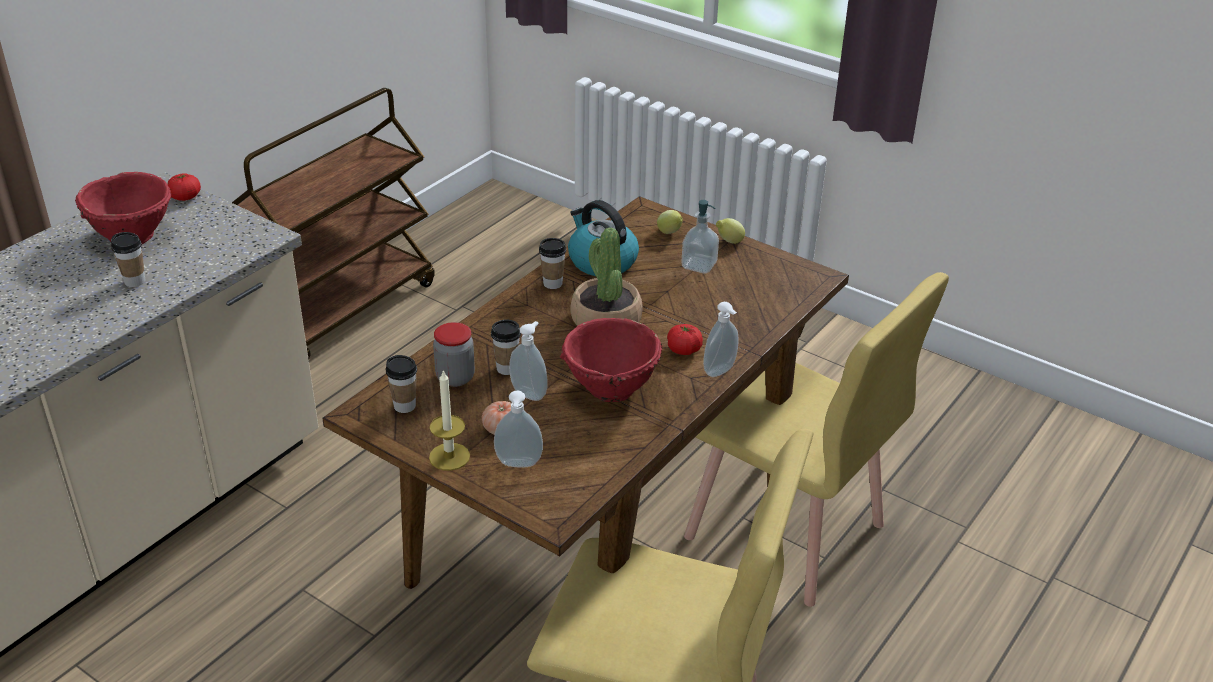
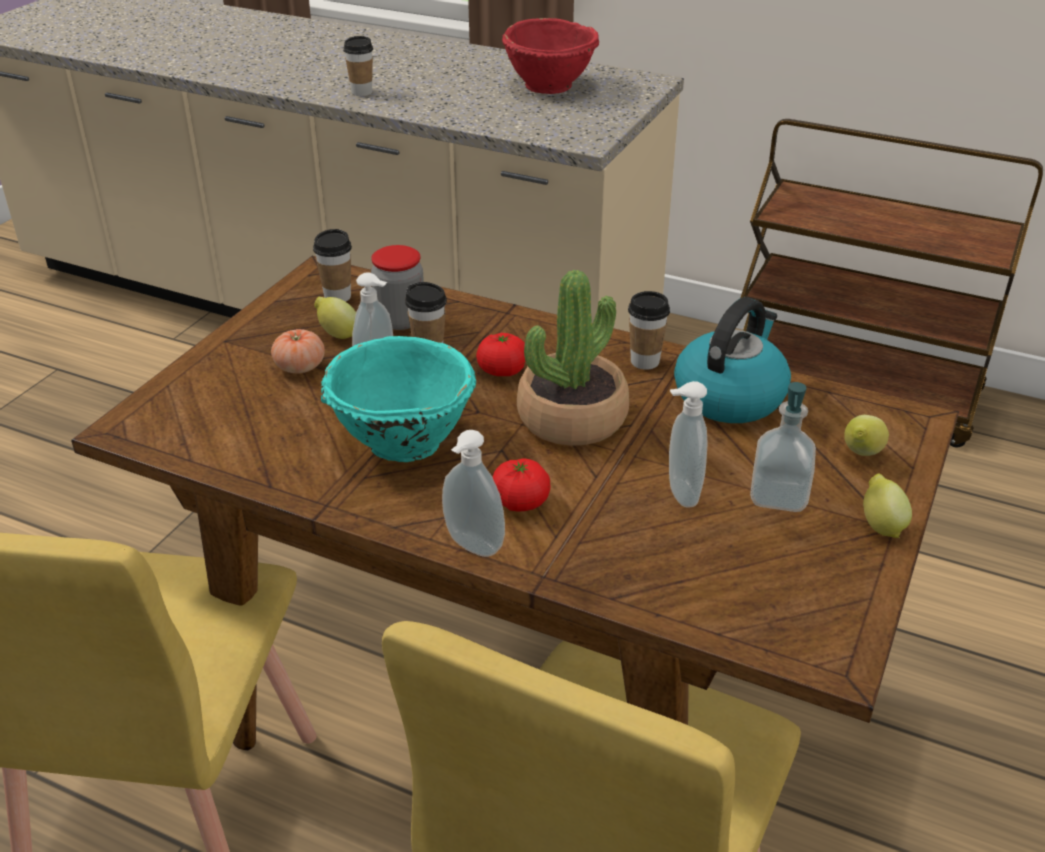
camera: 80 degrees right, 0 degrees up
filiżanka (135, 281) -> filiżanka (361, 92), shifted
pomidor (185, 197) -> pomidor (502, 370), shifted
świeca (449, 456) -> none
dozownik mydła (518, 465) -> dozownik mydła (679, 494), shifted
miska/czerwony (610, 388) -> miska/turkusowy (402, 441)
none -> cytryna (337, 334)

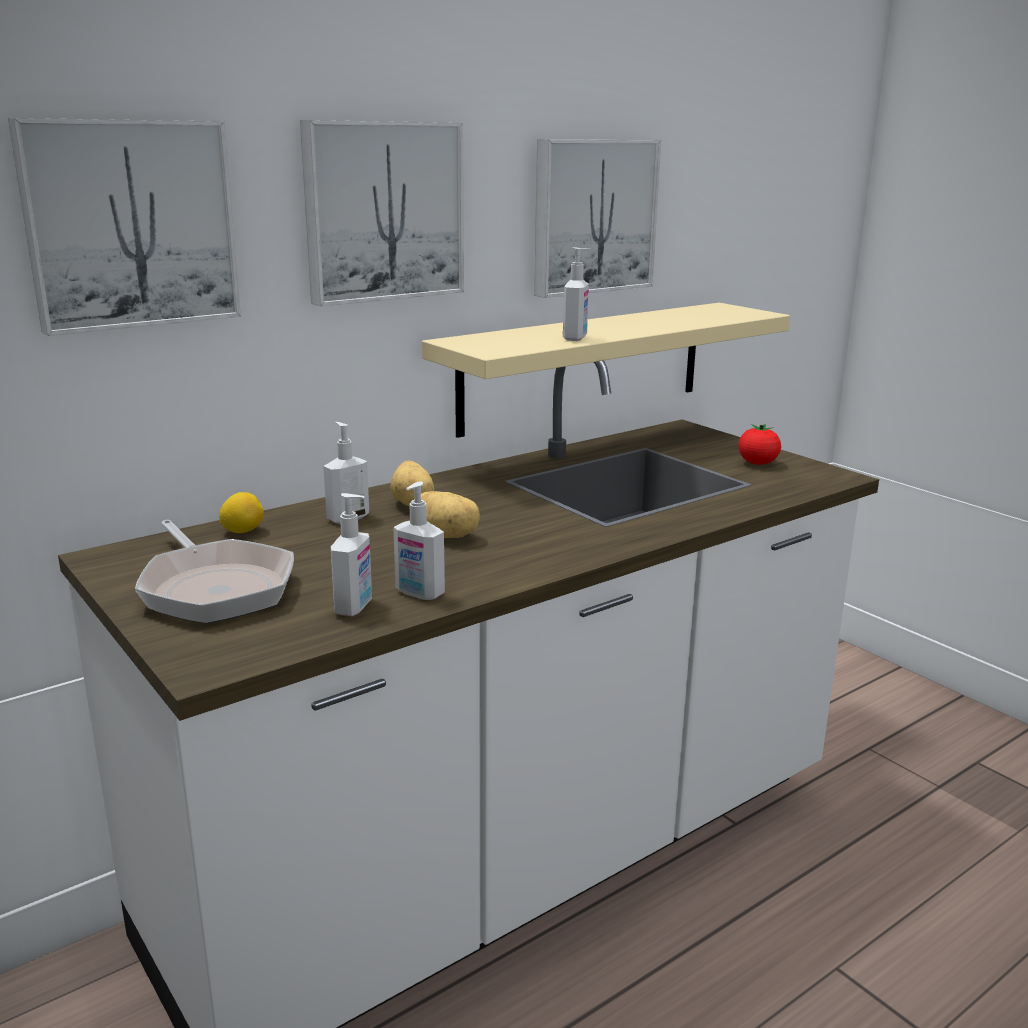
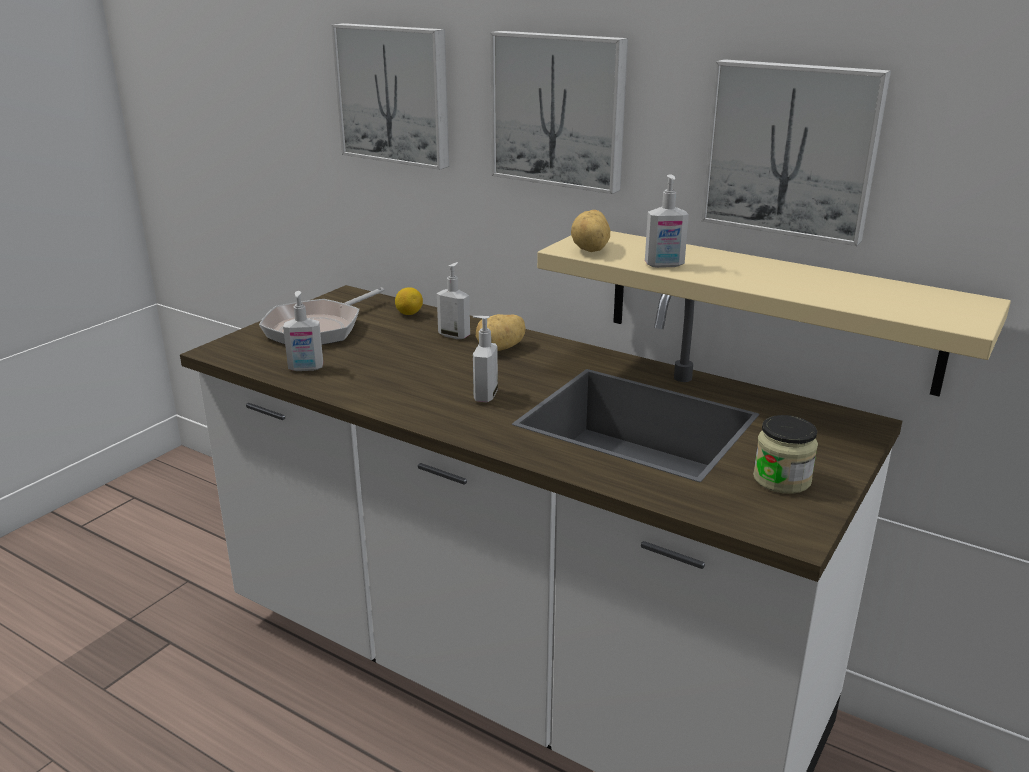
camera: 70 degrees right, 5 degrees up
dozownik mydła (419, 594) -> dozownik mydła (484, 396), shifted
ziemniak (446, 535) -> ziemniak (591, 249), shifted
pomidor (757, 463) -> słoik (782, 479)

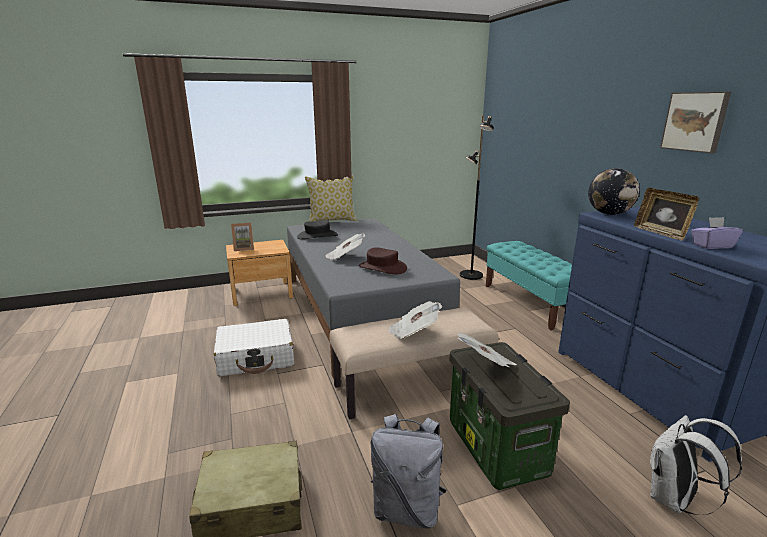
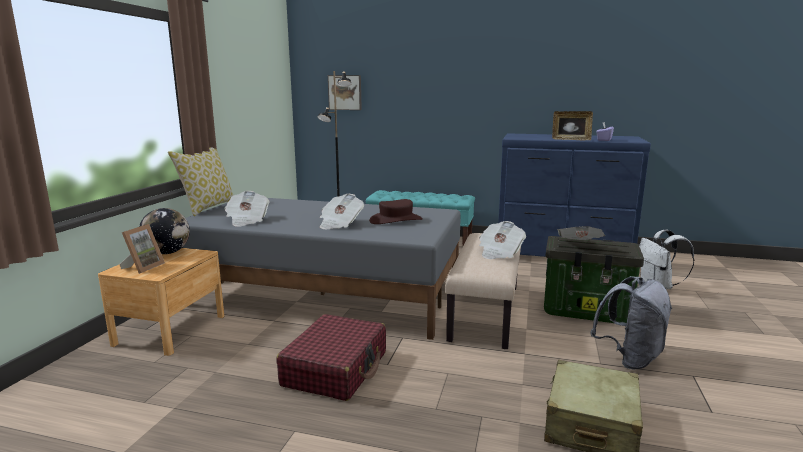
camera: 55 degrees left, 5 degrees down
walizka/biały (256, 357) -> walizka/czerwony (336, 369)
kapelusz/czarny (317, 236) -> gazeta (247, 220)
globus (609, 214) -> globus (167, 253), shifted
obraz (695, 121) -> obraz (345, 92), shifted

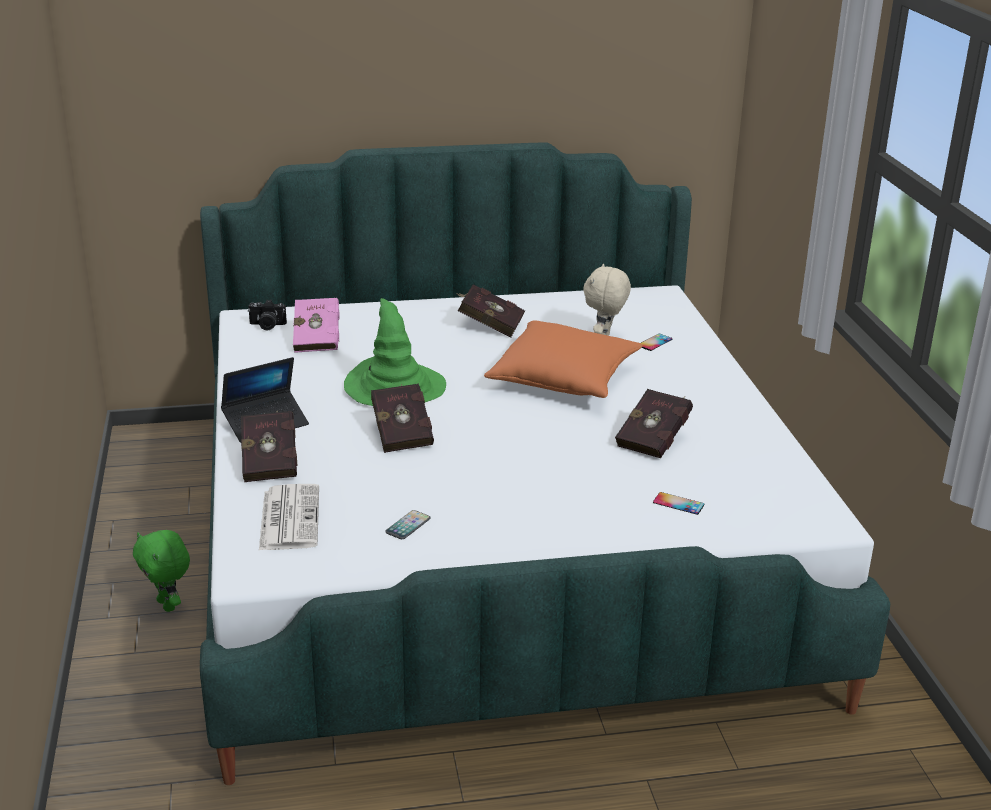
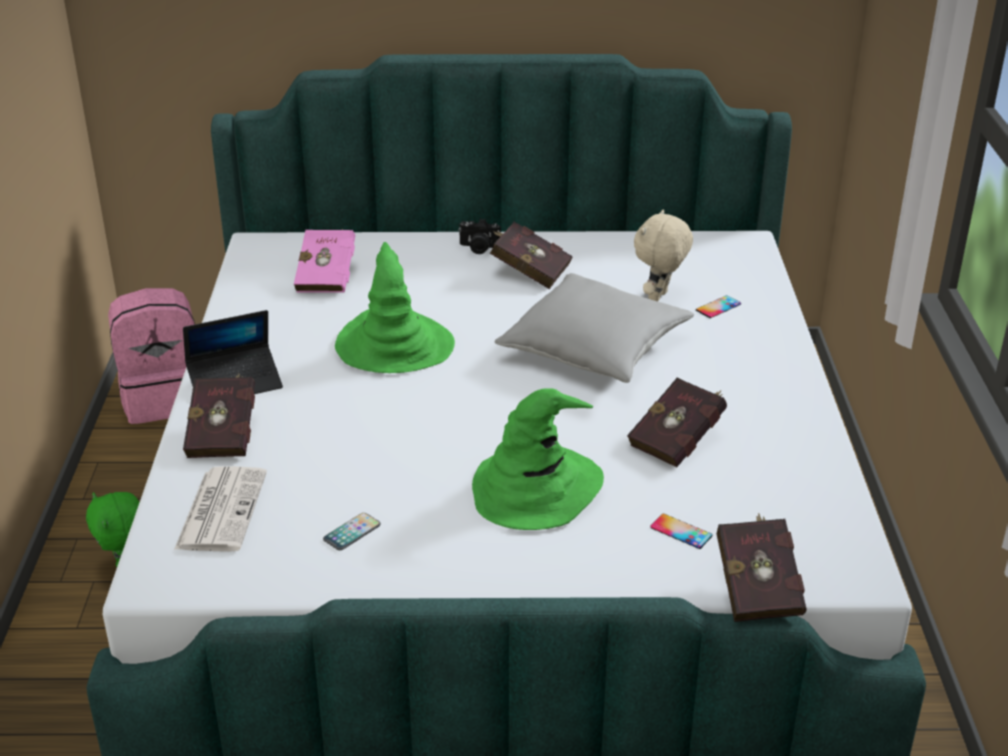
camera: 10 degrees right, 5 degrees up
aparat fotograficzny (267, 326) -> aparat fotograficzny (478, 248), shifted
książka/czerwony (402, 433) -> książka/czerwony (757, 587), shifted
poduszka/pomarańczowy (564, 379) -> poduszka/szary (595, 349)
none -> plecak/różowy (164, 399)
none -> kapelusz/zielony (536, 489)

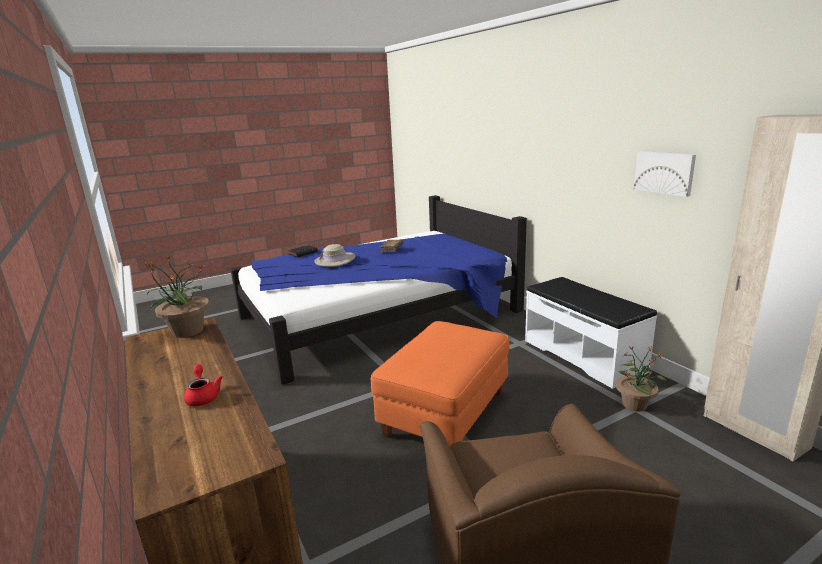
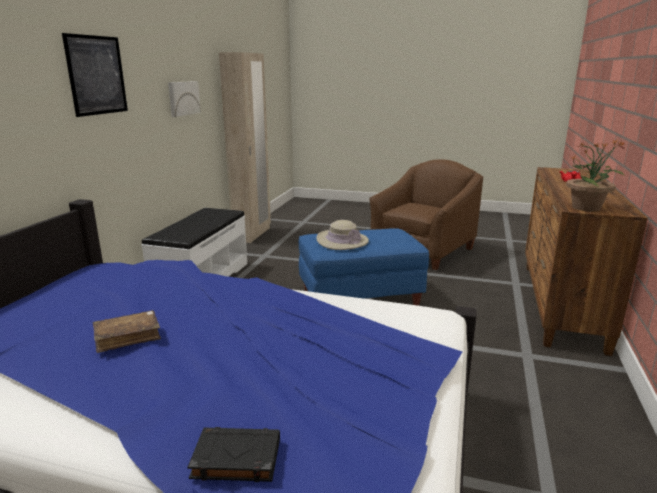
camera: 135 degrees left, 0 degrees up
kapelusz/beżowy (335, 260) -> kapelusz/beżowy (342, 241), shifted
pufa/pomarańczowy (446, 414) -> pufa/niebieski (359, 297)
roślina doniczkowa (635, 404) -> none
none -> obraz (96, 75)

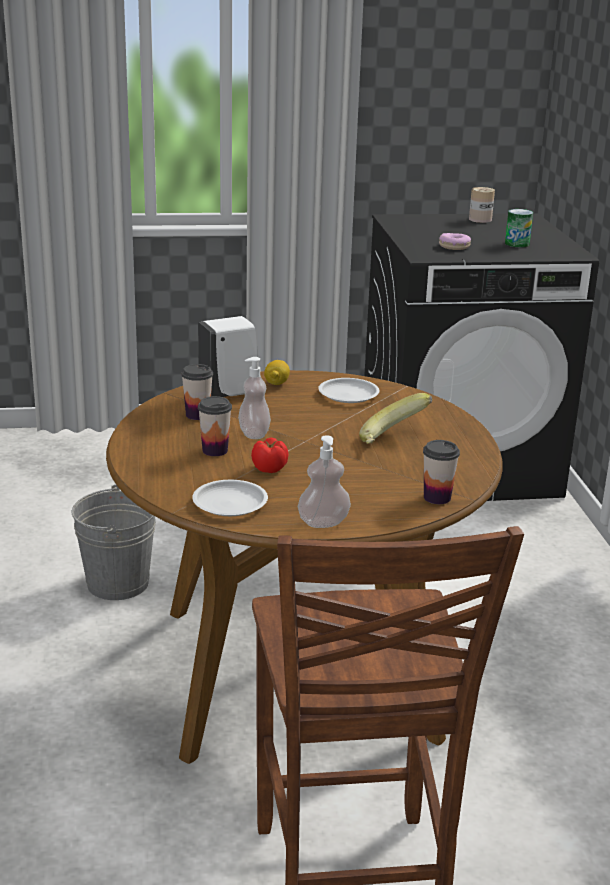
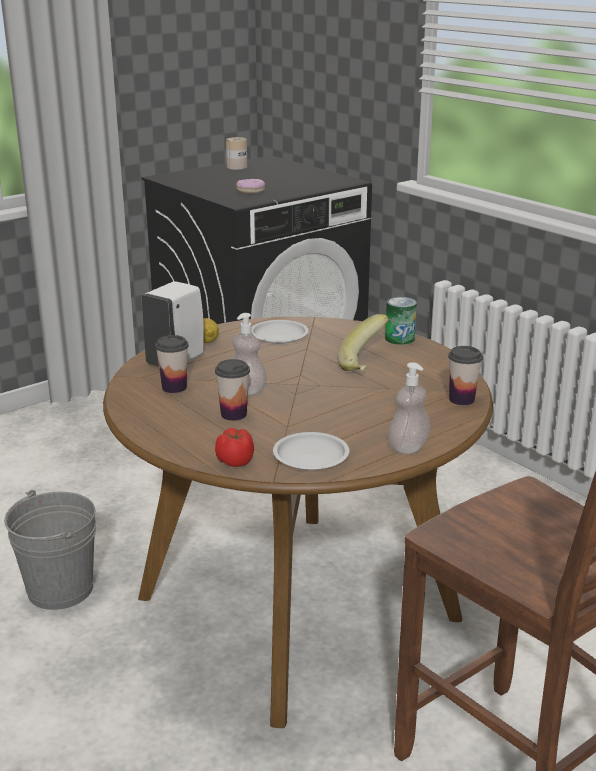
camera: 30 degrees left, 0 degrees up
pomidor (270, 468) -> pomidor (236, 461), shifted
puszka (517, 244) -> puszka (399, 338), shifted

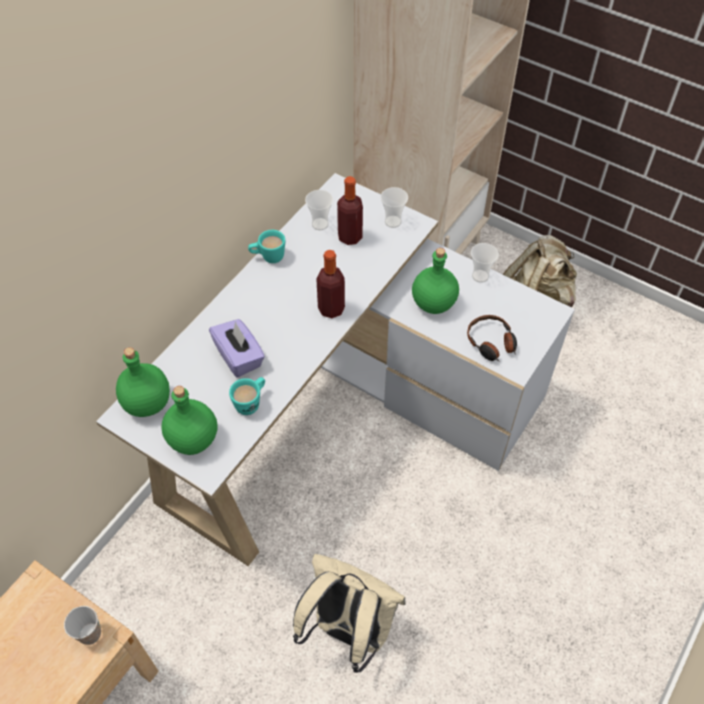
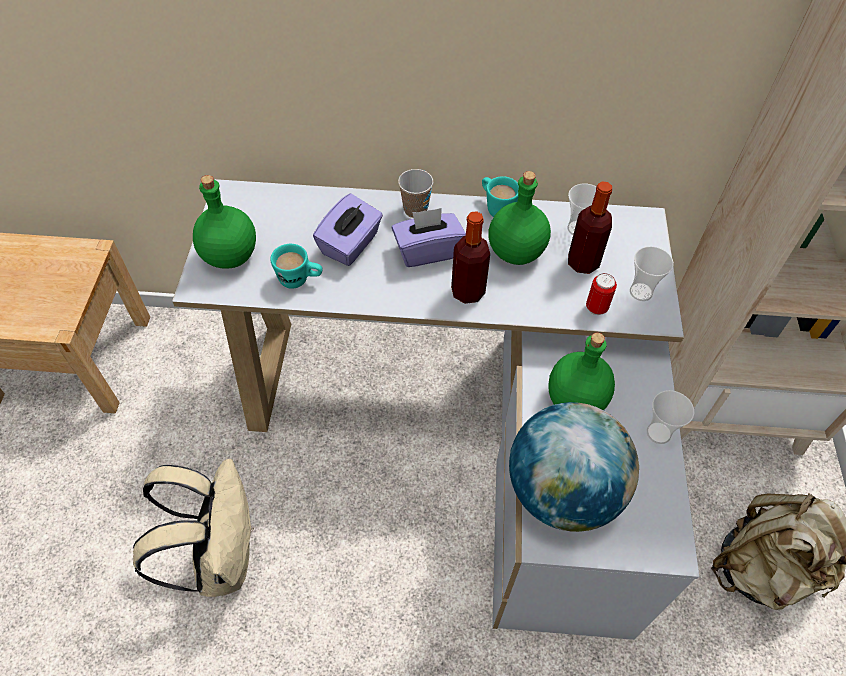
camera: 60 degrees right, 0 degrees up
filiżanka (90, 634) -> filiżanka (415, 210), shifted
butelka/zielony (147, 402) -> butelka/zielony (517, 252), shifted
słuchawki (491, 343) -> globus (562, 492)
none -> pudełko chusteczek/fioletowy (427, 251)
none -> puszka (596, 308)

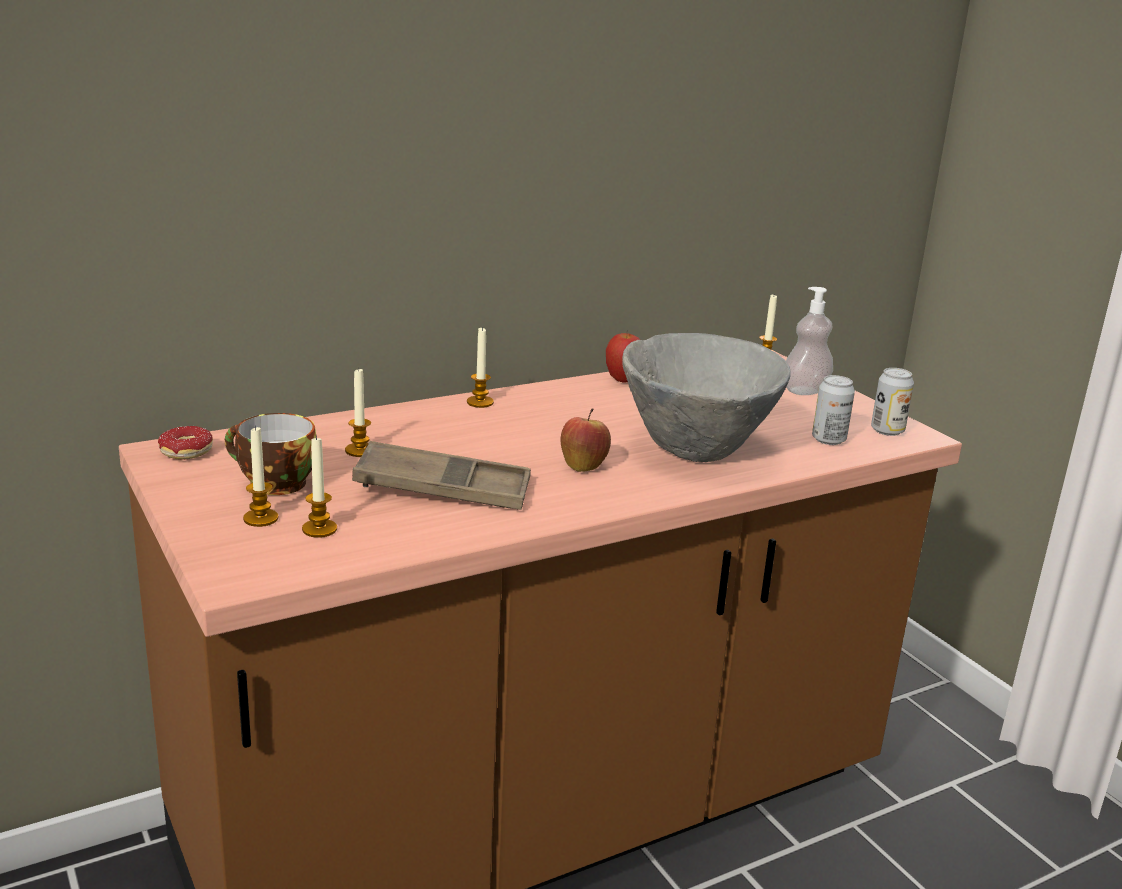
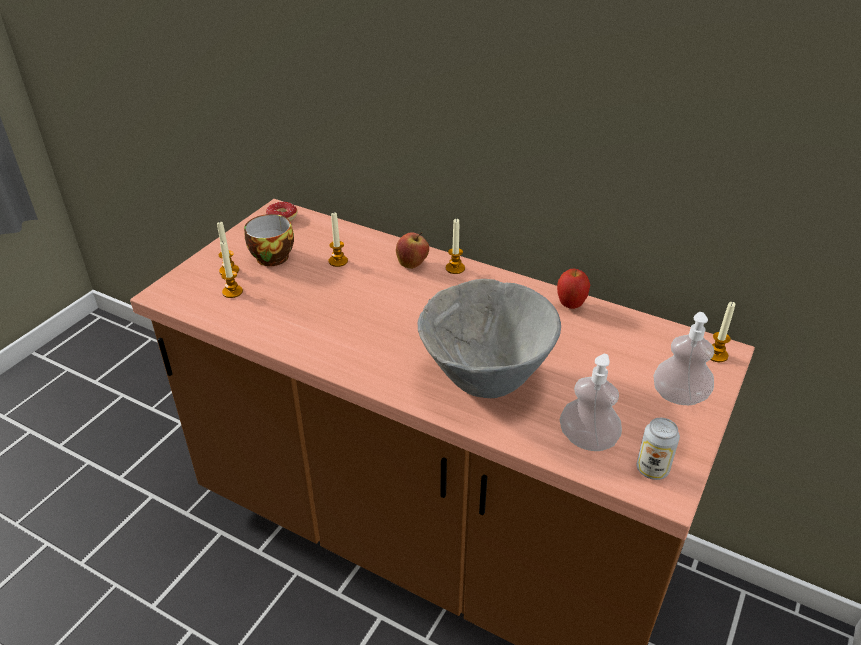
camera: 60 degrees right, 15 degrees up
taca/brązowy (443, 489) -> none
jabłko (583, 466) -> jabłko (412, 264), shifted
puszka (828, 440) -> dozownik mydła (587, 440)

